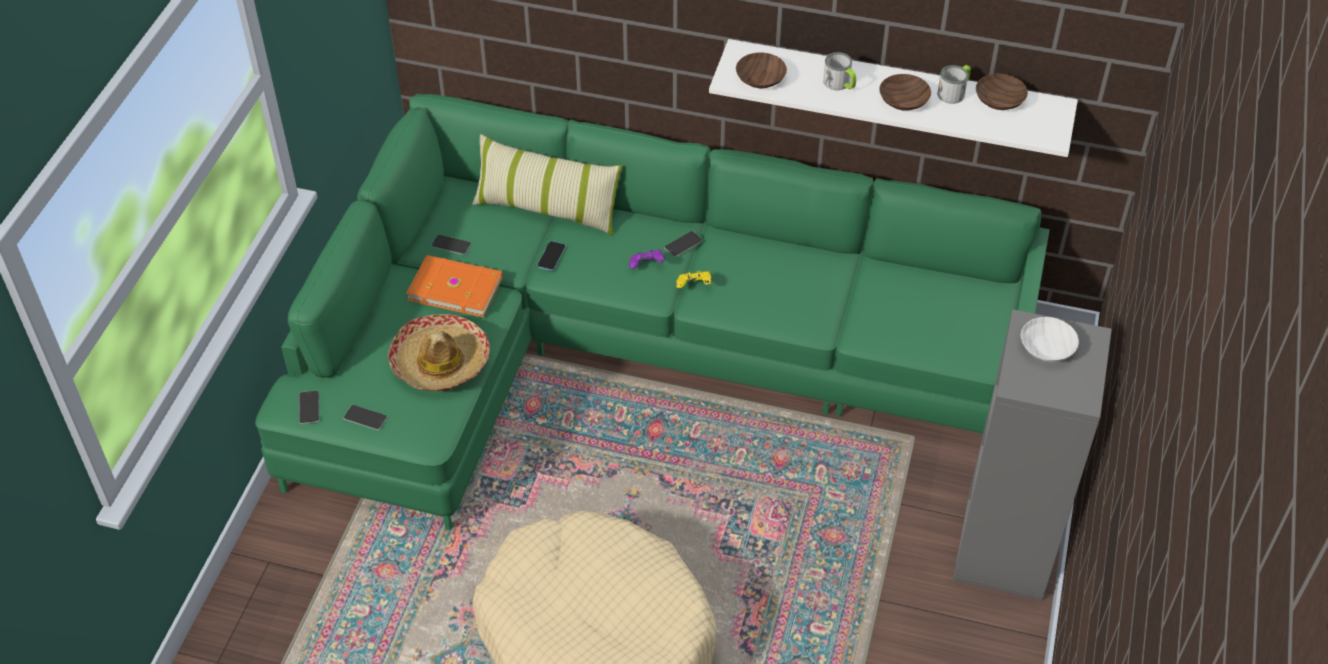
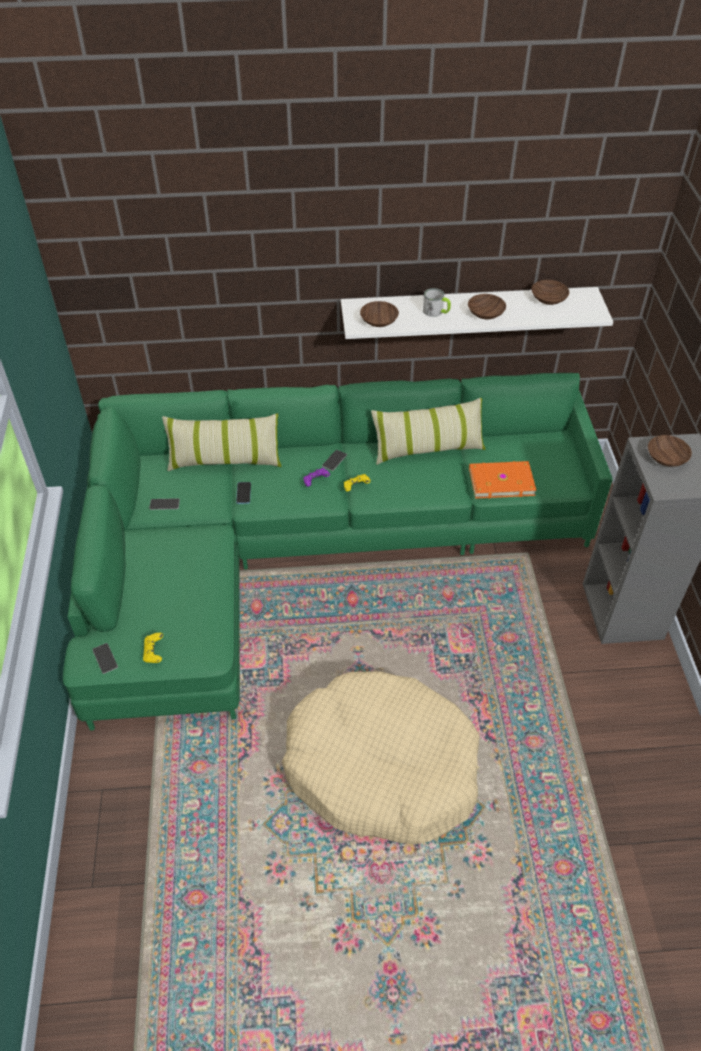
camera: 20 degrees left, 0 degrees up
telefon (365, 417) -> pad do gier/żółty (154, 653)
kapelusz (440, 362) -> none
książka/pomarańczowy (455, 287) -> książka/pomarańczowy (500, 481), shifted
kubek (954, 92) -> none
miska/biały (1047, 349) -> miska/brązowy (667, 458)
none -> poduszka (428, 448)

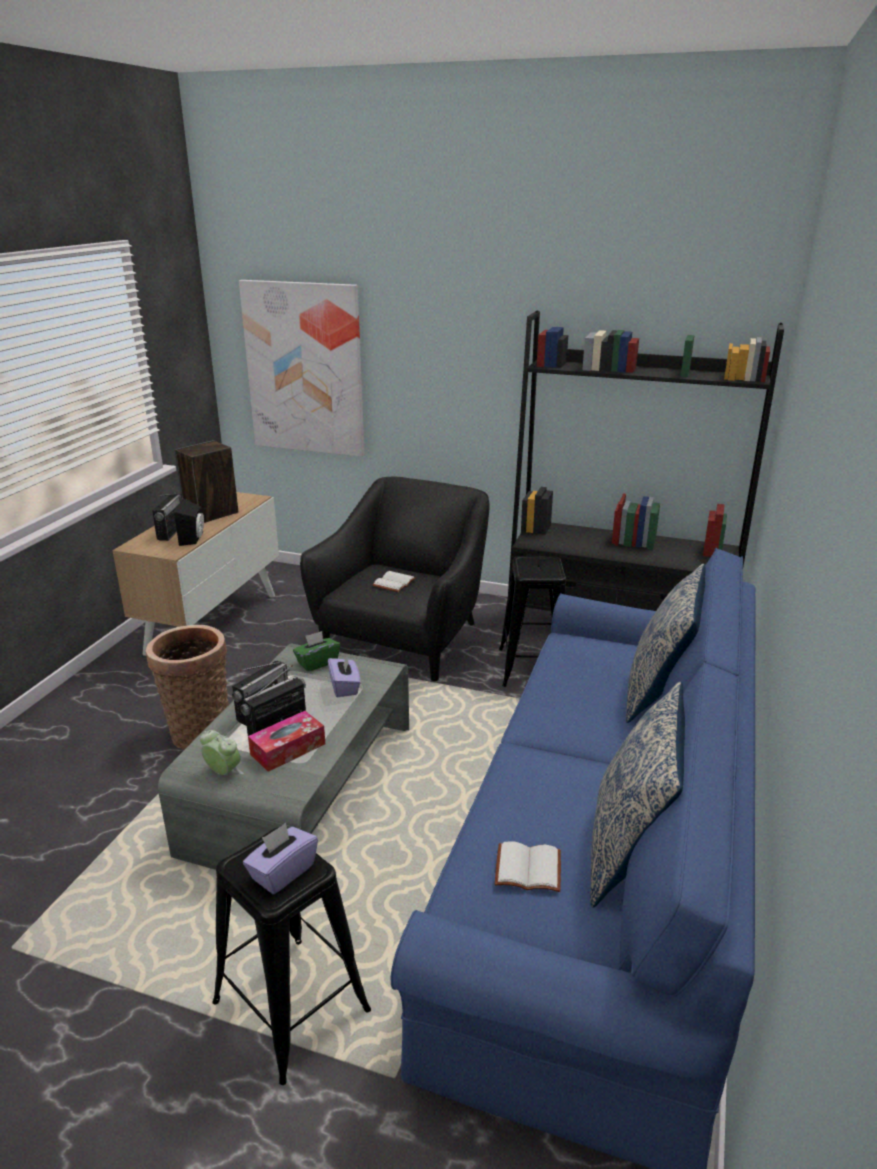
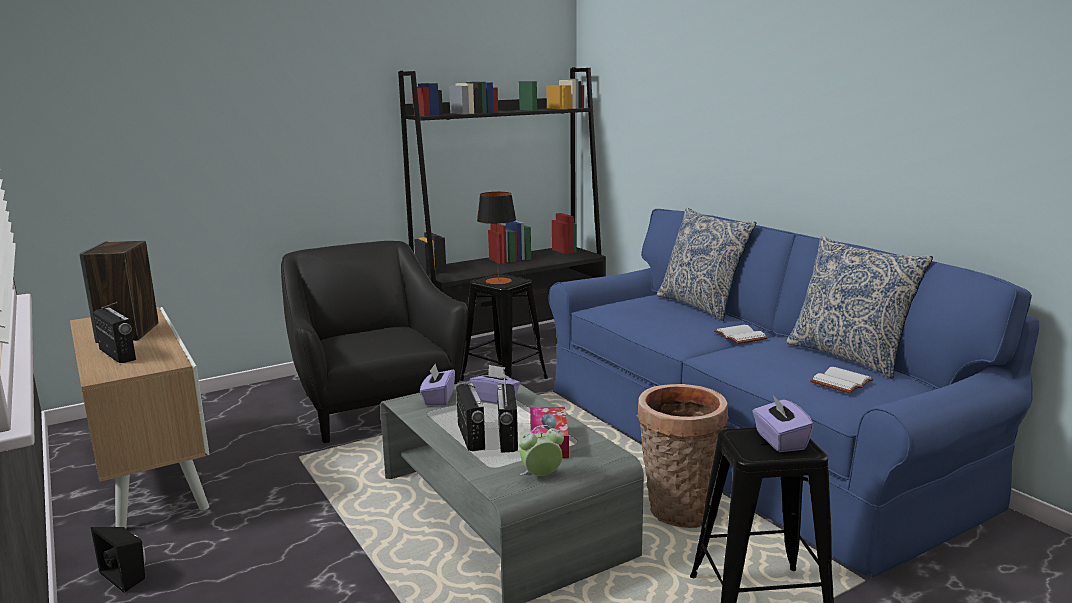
camera: 50 degrees left, 10 degrees down
koszyk (199, 731) -> koszyk (678, 511), shifted
głośnik/czarny (194, 539) -> głośnik/czarny (127, 576), shifted
obraz (305, 369) -> none
pudełko chusteczek/zielony (317, 663) -> pudełko chusteczek/fioletowy (438, 399)
książka/biały (393, 582) -> książka/biały (738, 336), shifted
none -> lampa stołowa (498, 281)

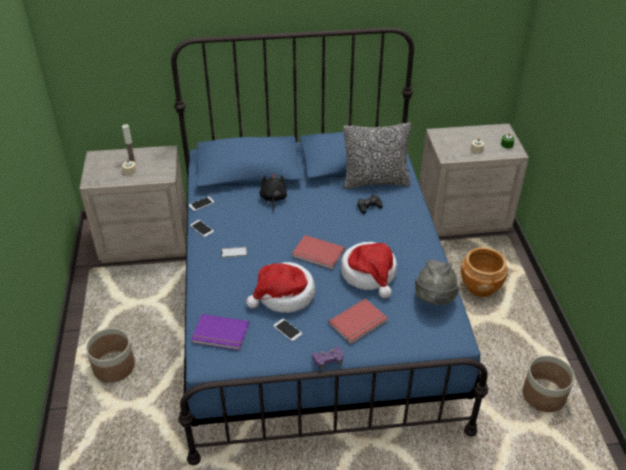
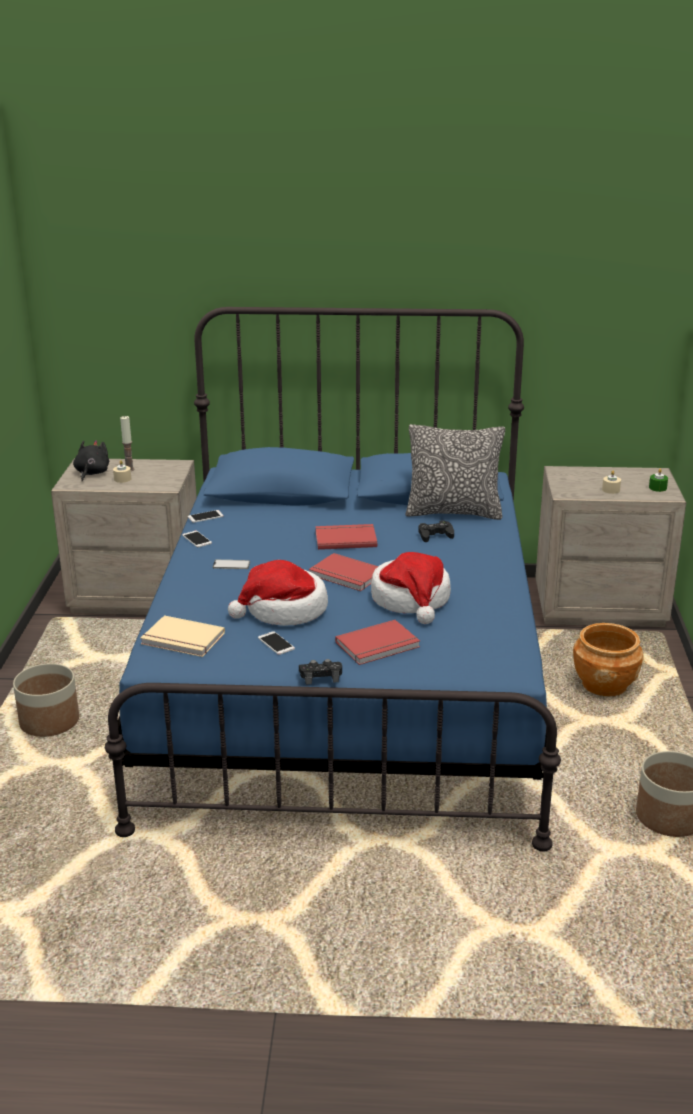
camera: 10 degrees right, 15 degrees down
książka/fioletowy (220, 335) -> książka/beżowy (182, 640)
pluszak/czarny (273, 198) -> pluszak/czarny (91, 473), shifted
pad do gier/fioletowy (328, 360) -> pad do gier/czarny (320, 676)
kapelusz/szary (434, 300) -> none
none -> książka/czerwony (345, 538)

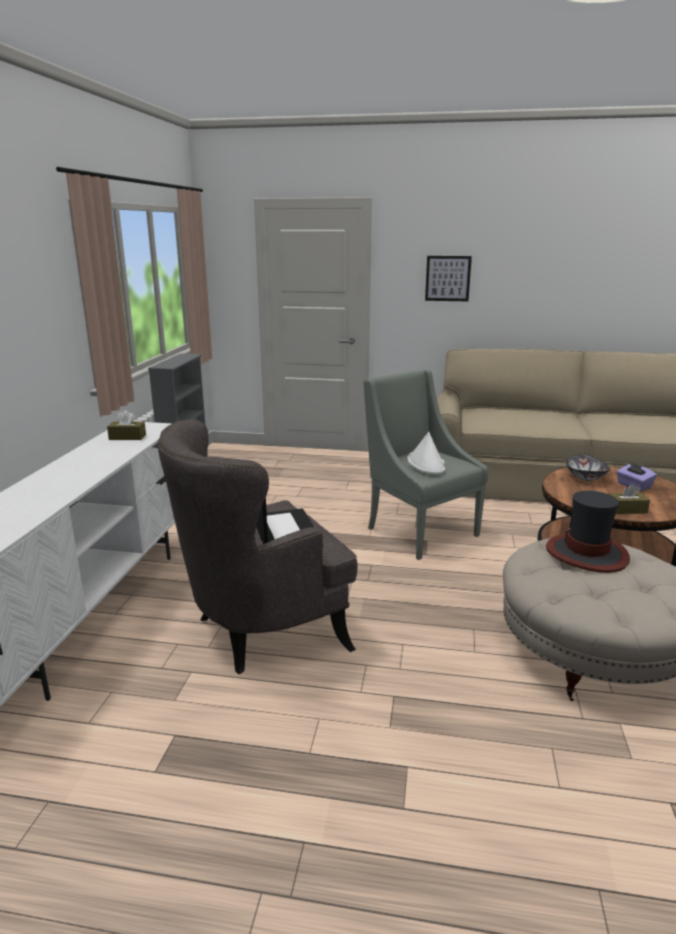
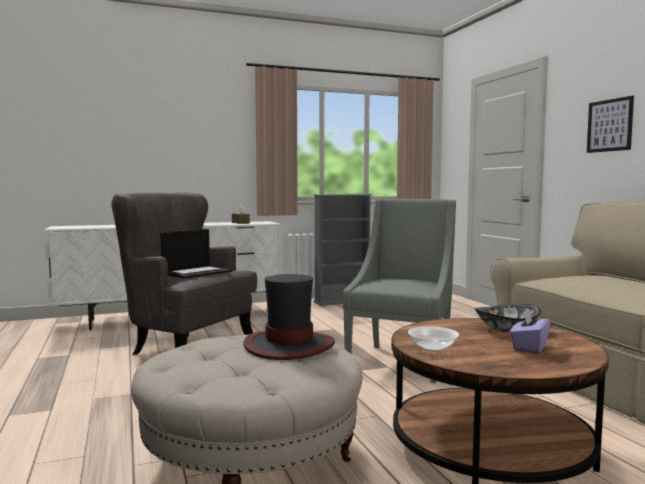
camera: 60 degrees right, 15 degrees down
kapelusz/biały (426, 464) -> none
pudełko chusteczek/brązowy (626, 510) -> miska (433, 348)

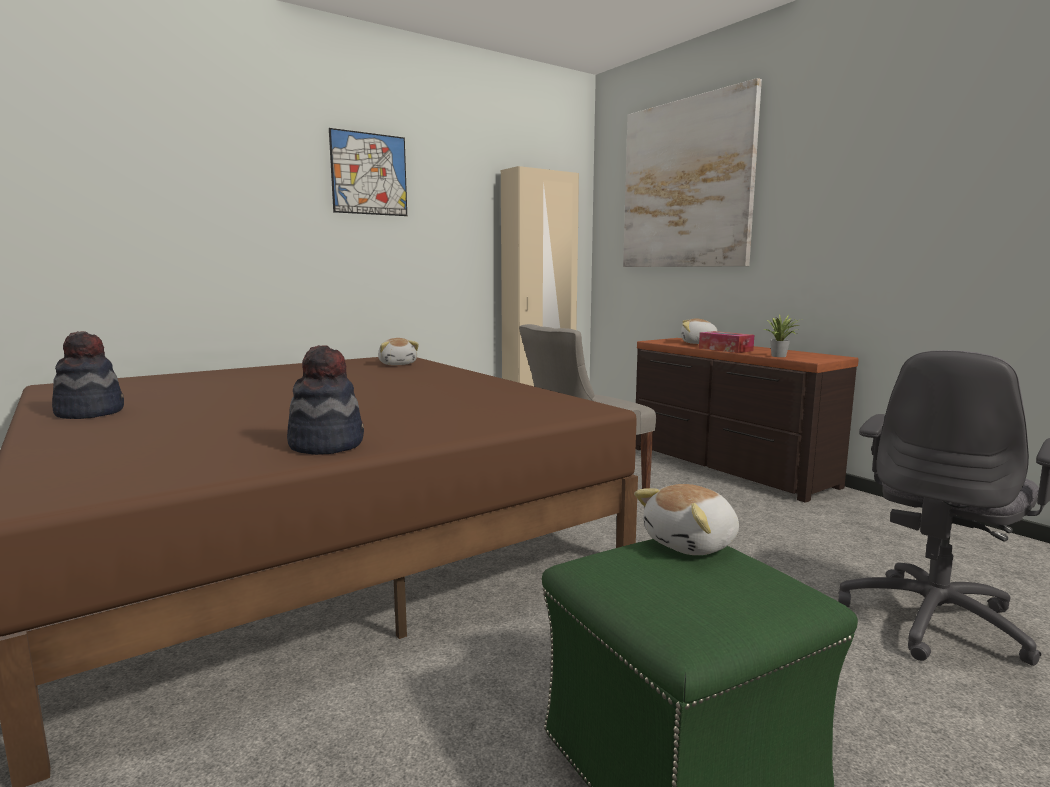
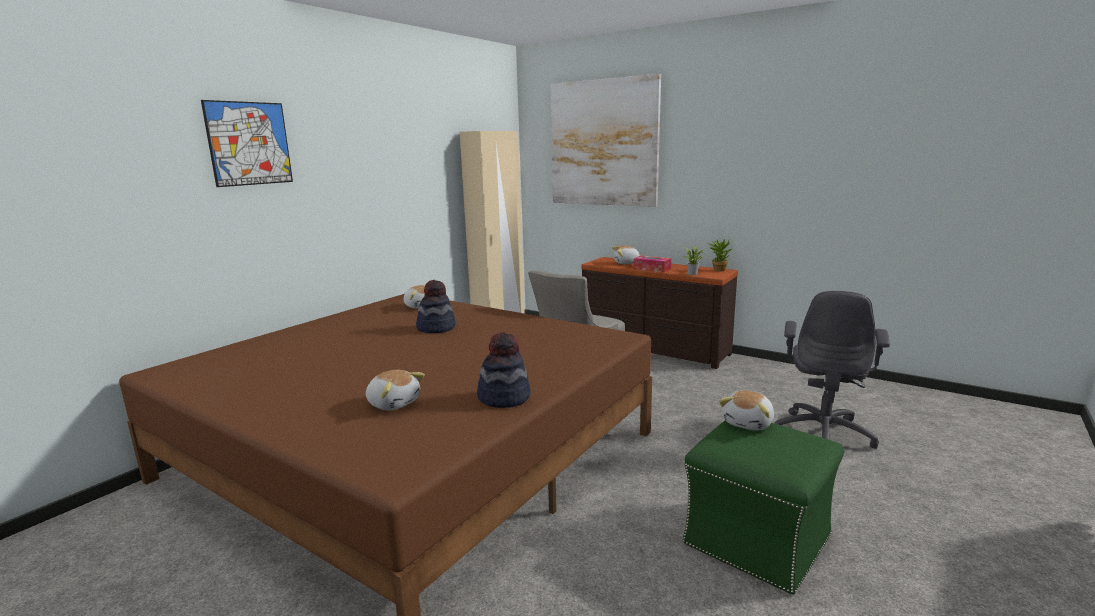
camera: 20 degrees left, 5 degrees up
kapelusz (90, 412) -> kapelusz (436, 328), shifted
obraz (369, 174) -> obraz (249, 143), shifted
none -> pluszak (394, 403)
none -> roślina doniczkowa (718, 269)

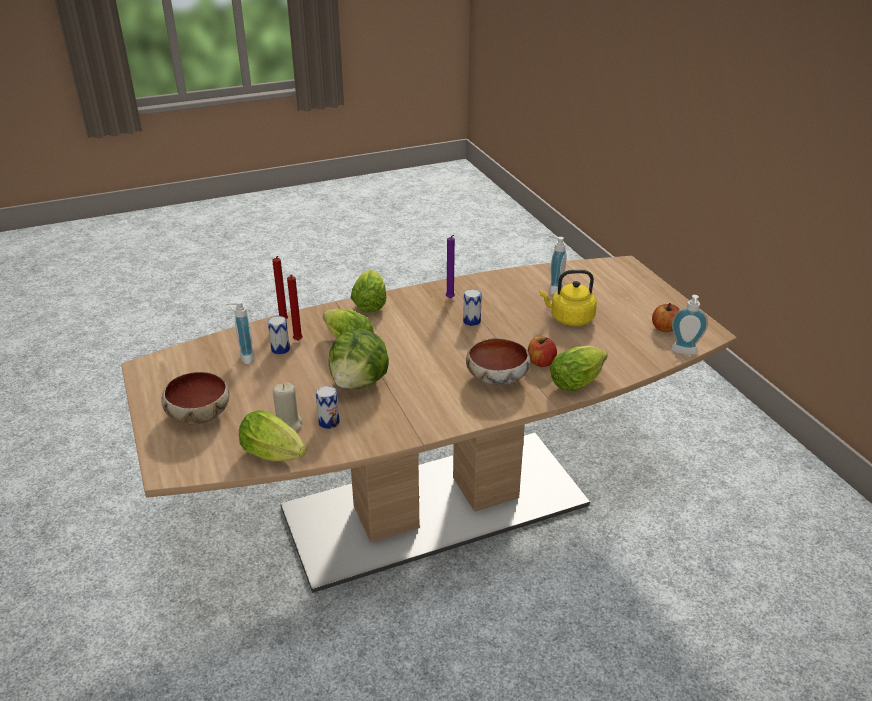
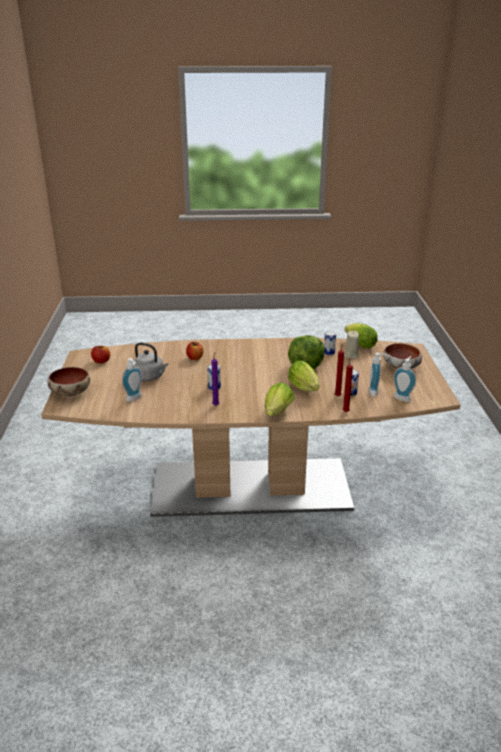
camera: 160 degrees left, 5 degrees down
miska (498, 377) -> miska (70, 392), shifted
czajnik/żółty (569, 319) -> czajnik/szary (150, 377)
sałata (579, 381) -> none
dozownik mydła (684, 352) -> dozownik mydła (403, 397), shifted

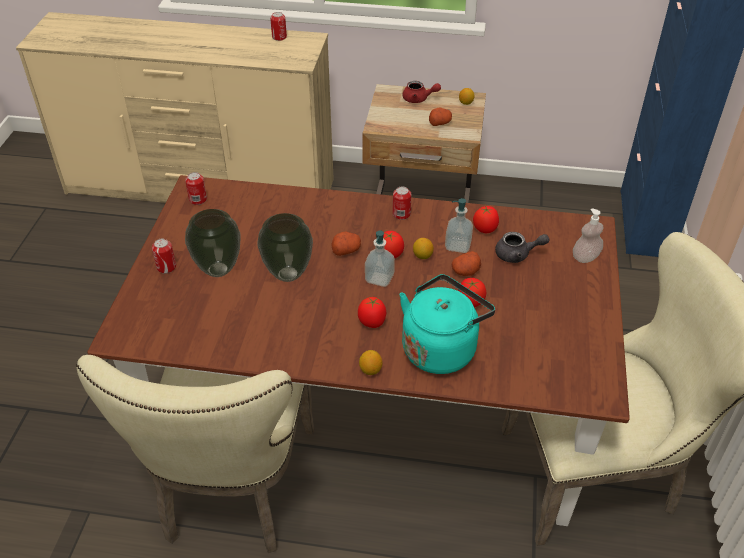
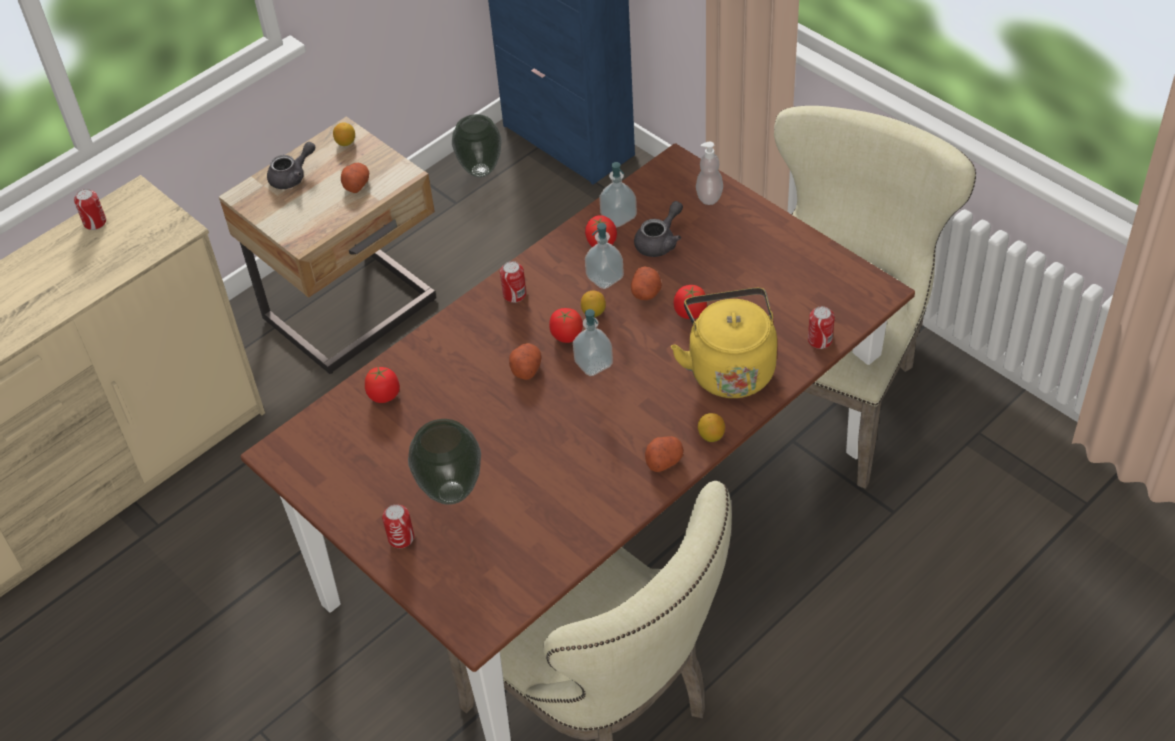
camera: 50 degrees left, 5 degrees up
puszka (198, 199) -> puszka (820, 340), shifted
wazon (287, 274) -> wazon (480, 171), shifted
pomidor (372, 322) -> pomidor (384, 395), shifted
czajnik/turkusowy (441, 348) -> czajnik/żółty (729, 368)
imbryk/czerwony (418, 99) -> imbryk/szary (292, 177)
none -> dozownik mydła (618, 217)
none -> ziemniak (664, 460)

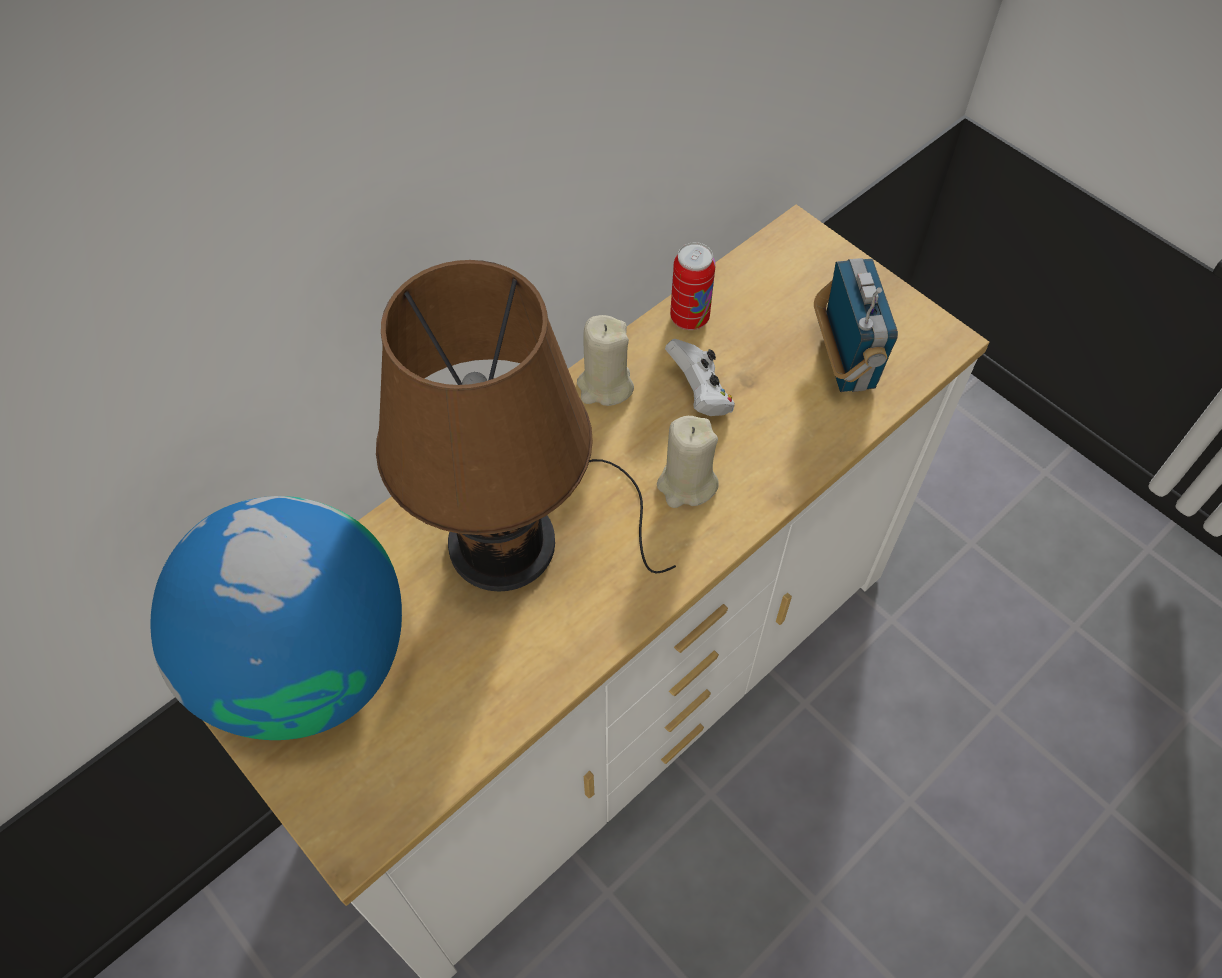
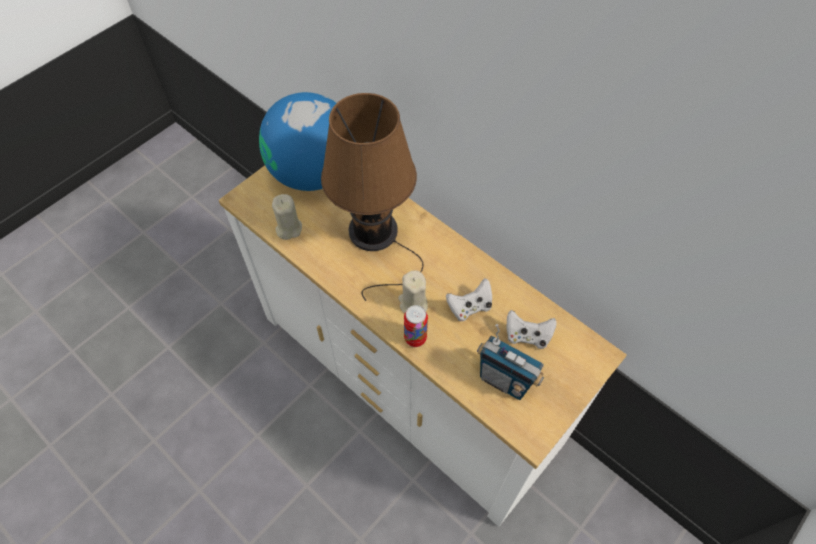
camera: 85 degrees right, 0 degrees up
świeca/beżowy (605, 386) -> świeca/beżowy (288, 228), shifted
puszka (689, 318) -> puszka (415, 338), shifted
radio (845, 362) -> radio (504, 380), 45 degrees clockwise
none -> pad do gier/biały (527, 336)

